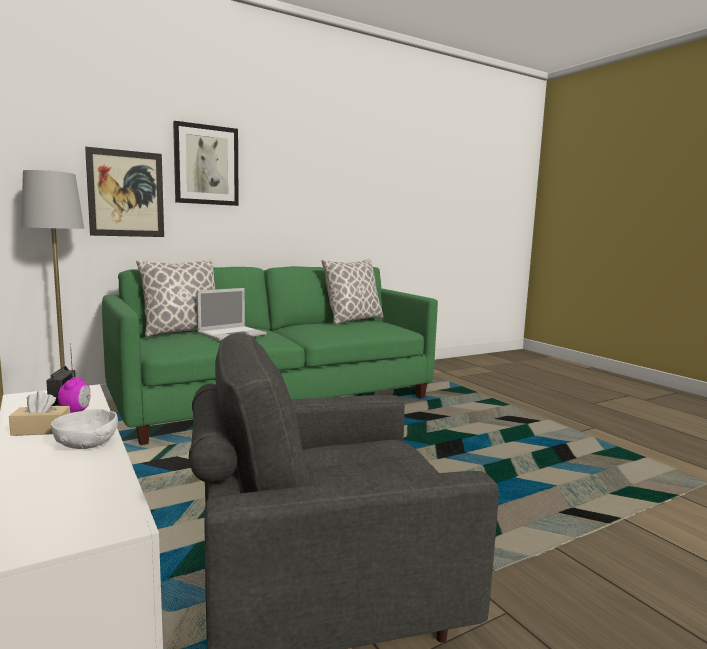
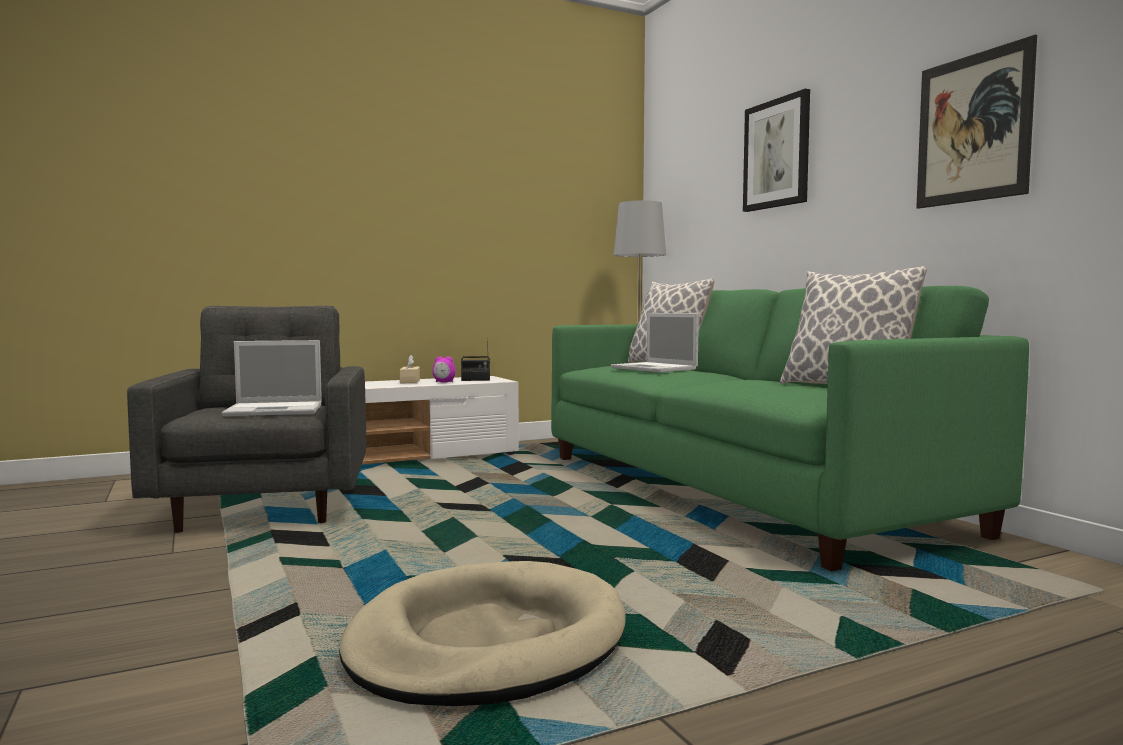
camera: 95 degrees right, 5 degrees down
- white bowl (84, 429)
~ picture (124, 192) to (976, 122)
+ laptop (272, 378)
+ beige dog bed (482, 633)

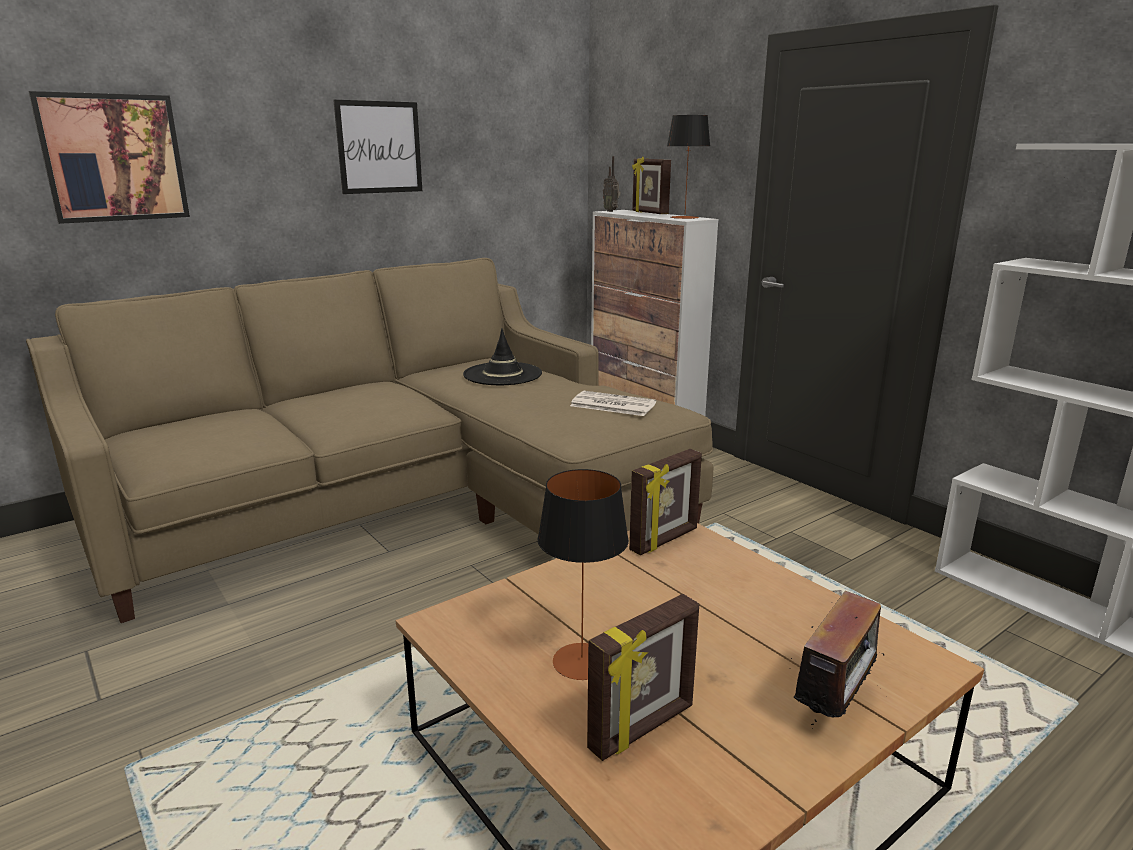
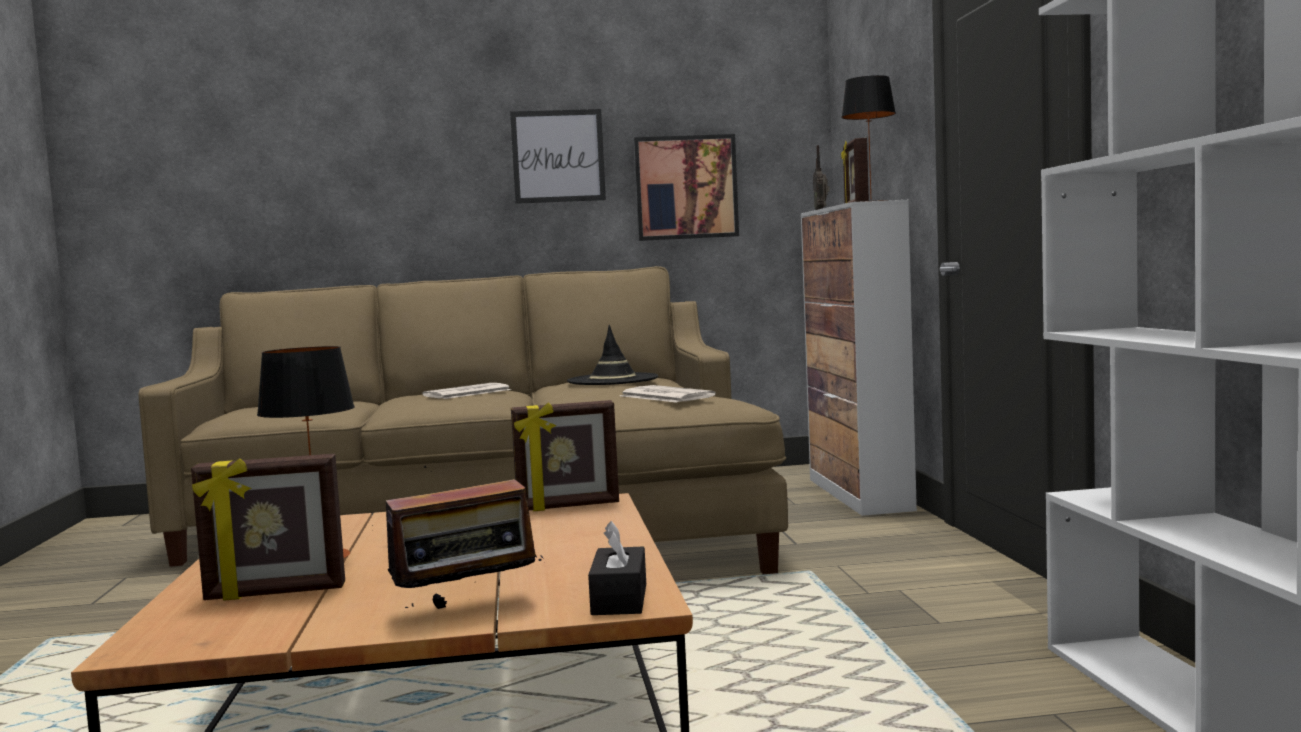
camera: 30 degrees right, 15 degrees down
~ picture (109, 157) to (686, 187)
+ newspaper (467, 391)
+ black tissue box (617, 568)

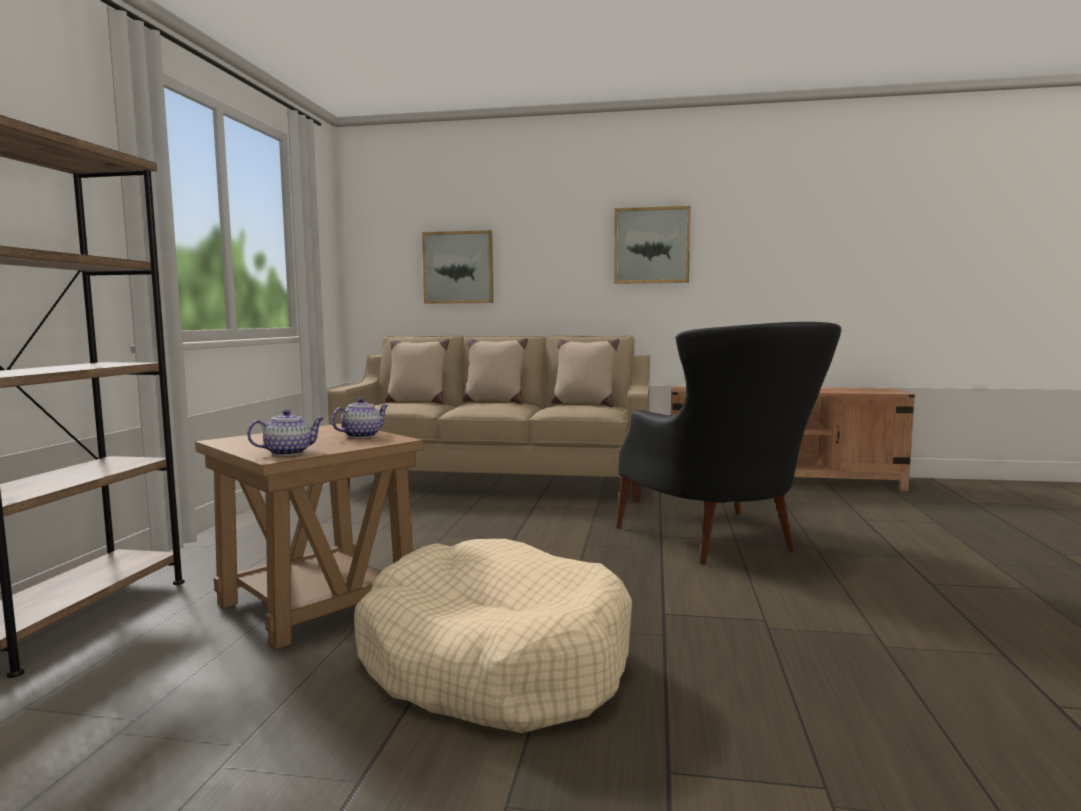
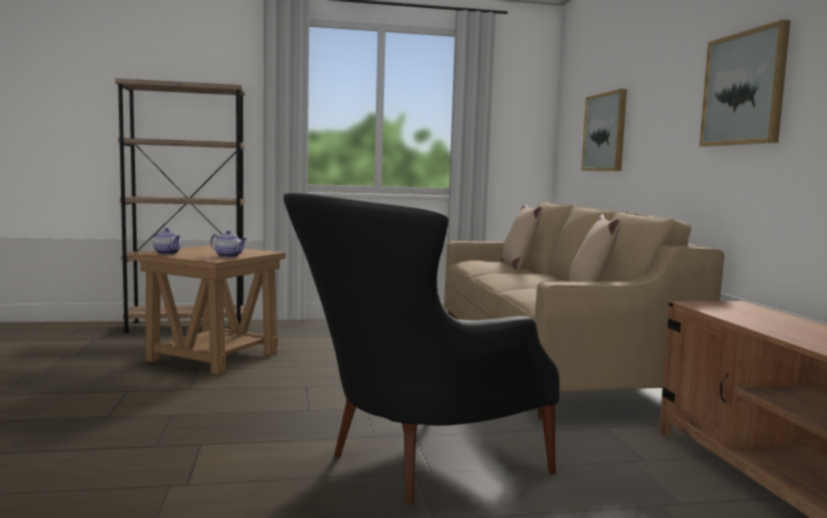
camera: 70 degrees right, 0 degrees up
- beige dog bed (493, 636)
- beige pillow (495, 371)

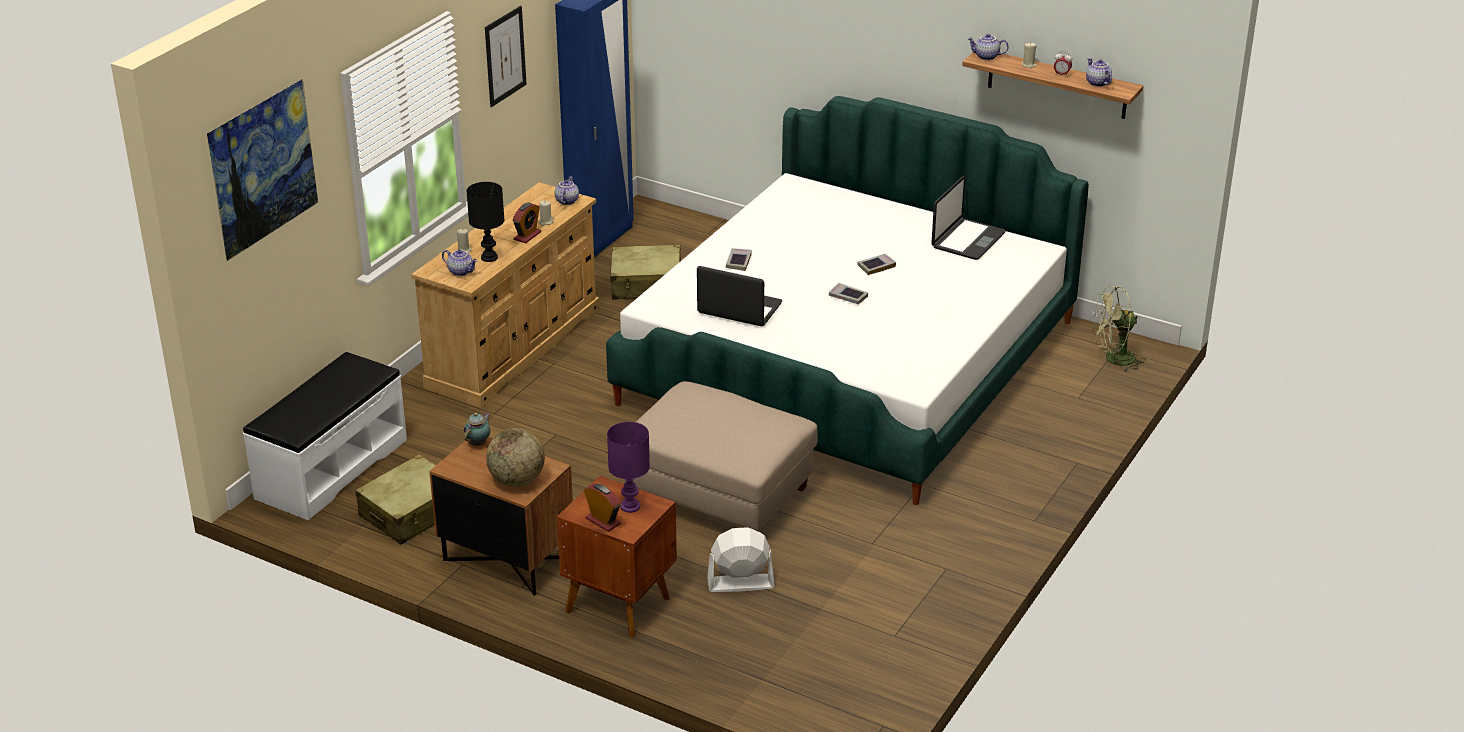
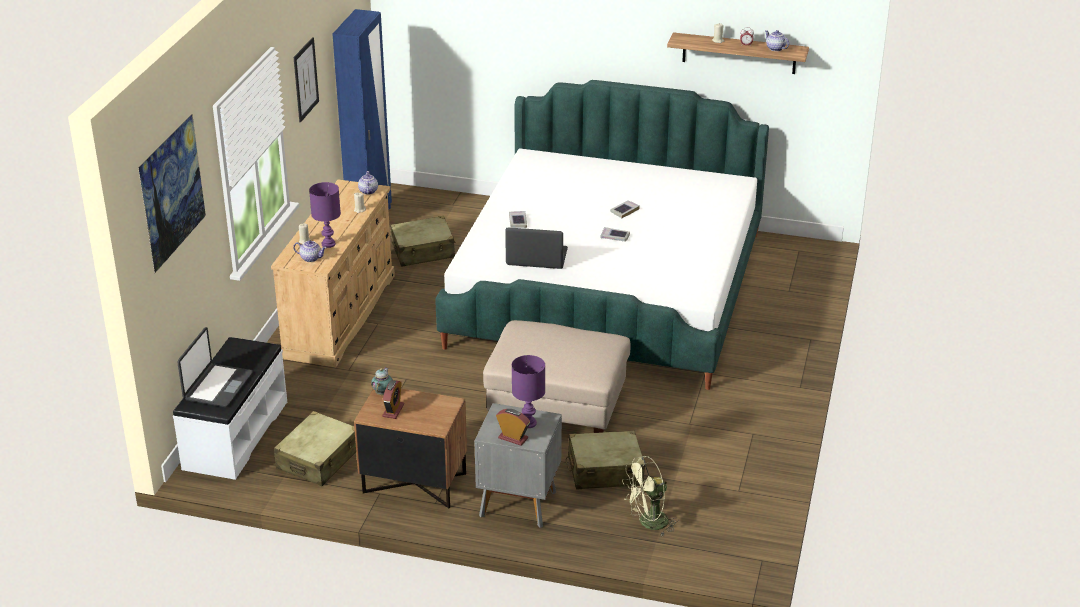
camera: 15 degrees left, 0 degrees up
~ black table lamp (485, 222) to purple table lamp (325, 215)
- globe (515, 457)
~ alarm clock (526, 222) to (393, 399)
~ brown nightstand (617, 557) to grey nightstand (518, 465)
~ white fan (741, 559) to beige suitcase (605, 459)
~ laptop (968, 218) to (215, 367)
- teapot (988, 47)
~ green fan (1119, 329) to (650, 496)

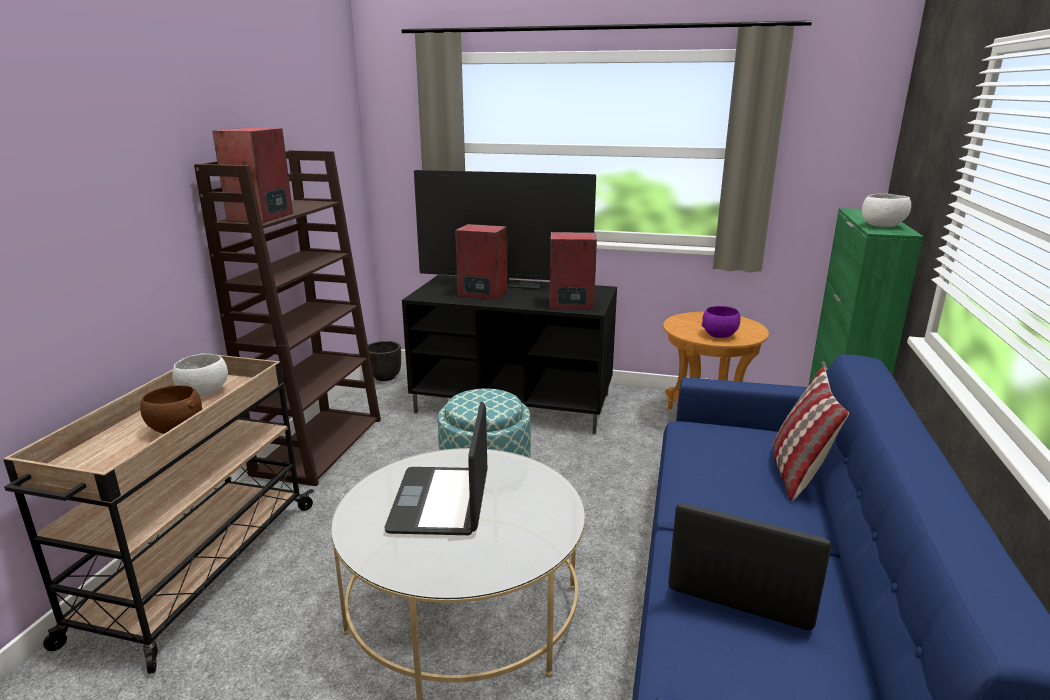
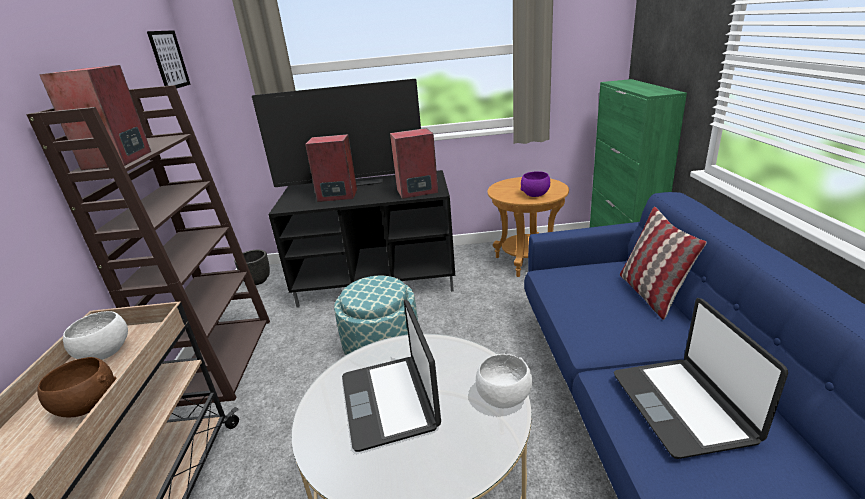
camera: 15 degrees left, 5 degrees up
~ laptop (749, 566) = (701, 378) 105 degrees counterclockwise
~ white bowl (886, 210) to (504, 381)
+ picture (169, 59)

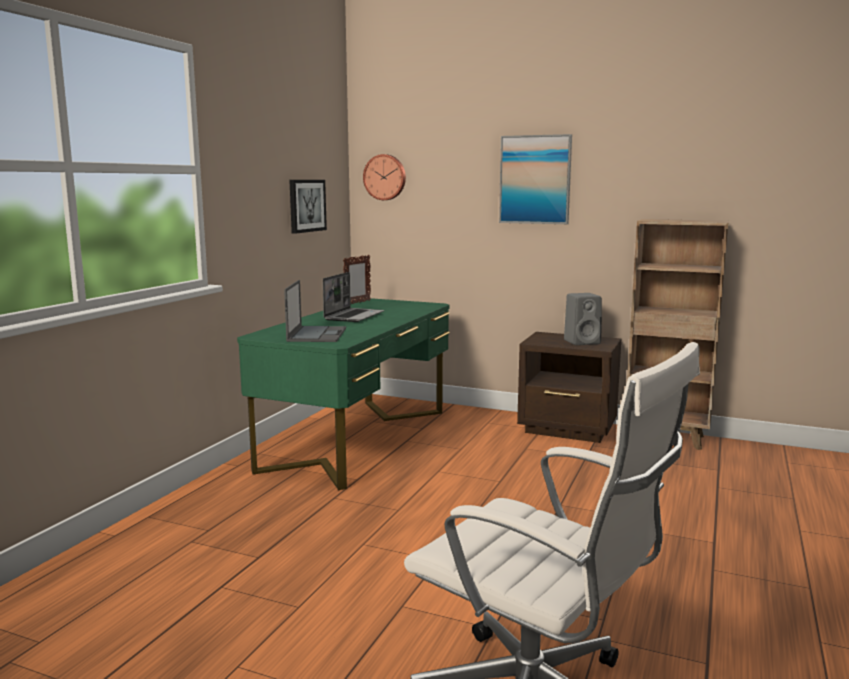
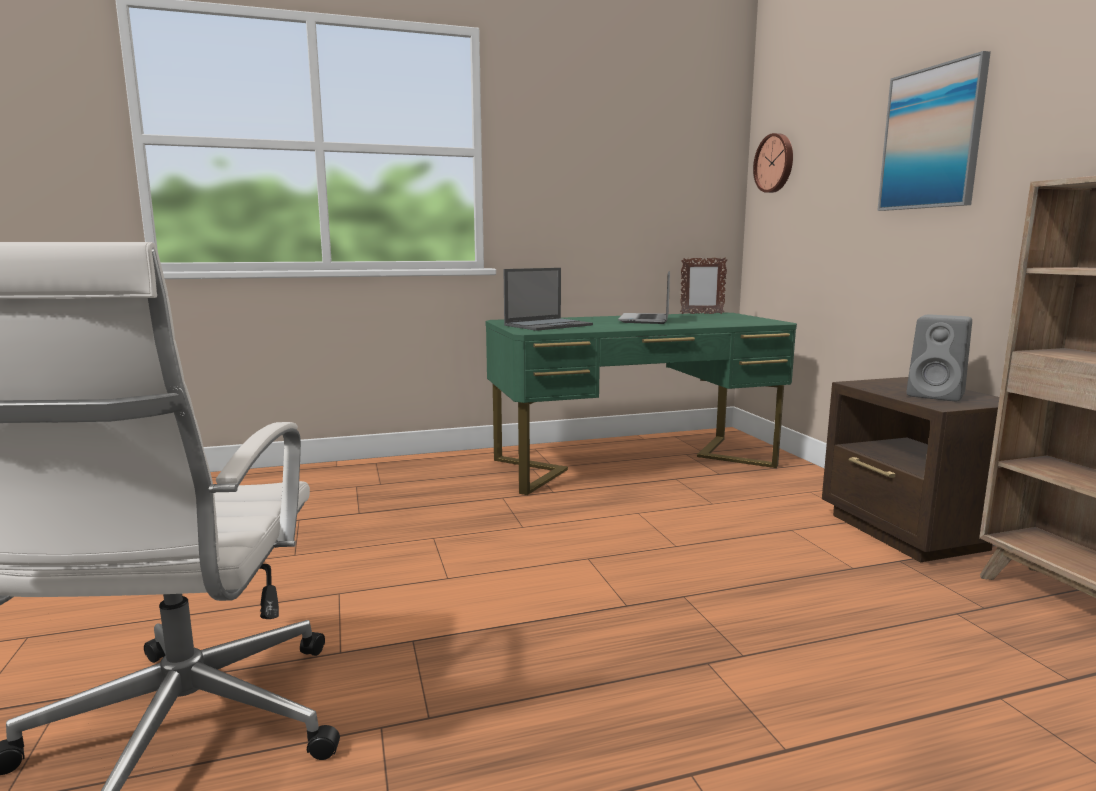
camera: 50 degrees right, 0 degrees up
- picture (308, 207)
~ laptop (353, 297) = (644, 297) 120 degrees clockwise

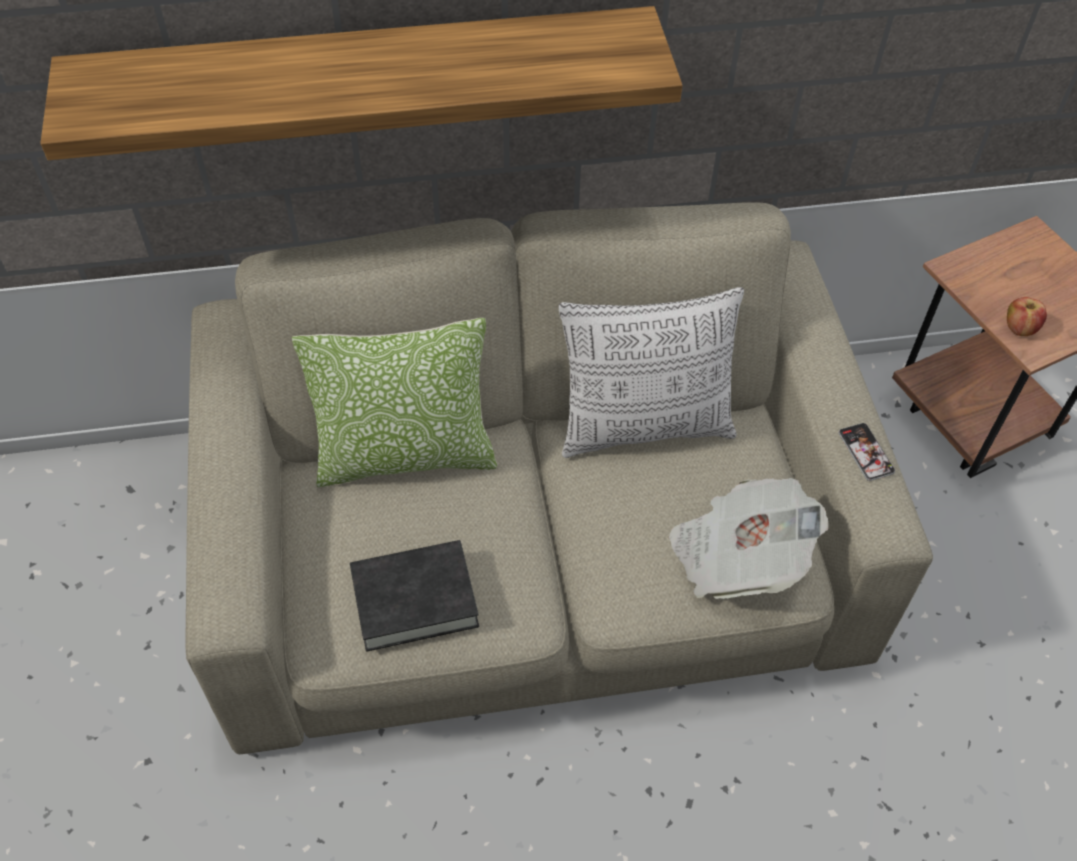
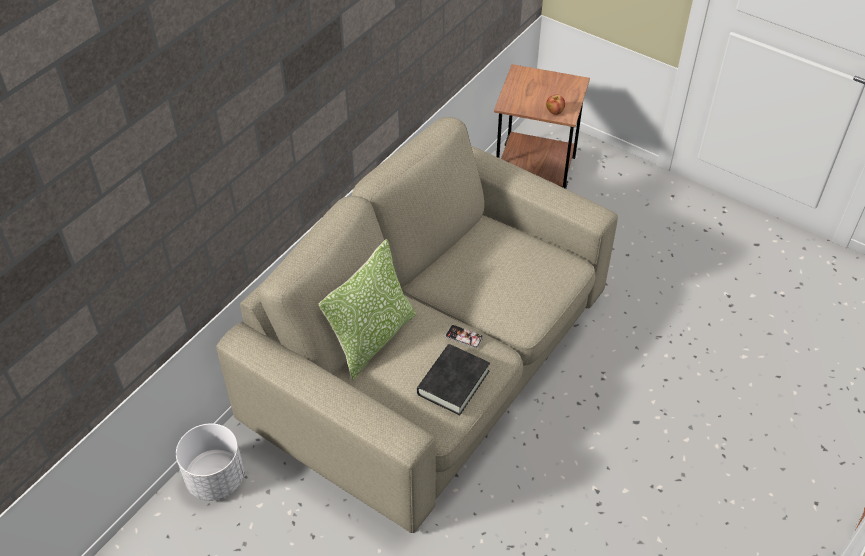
camera: 45 degrees left, 5 degrees down
- shelf (361, 83)
- pillow (651, 372)
- newspaper (749, 538)
~ phone (866, 452) to (464, 336)
+ white planter (210, 462)

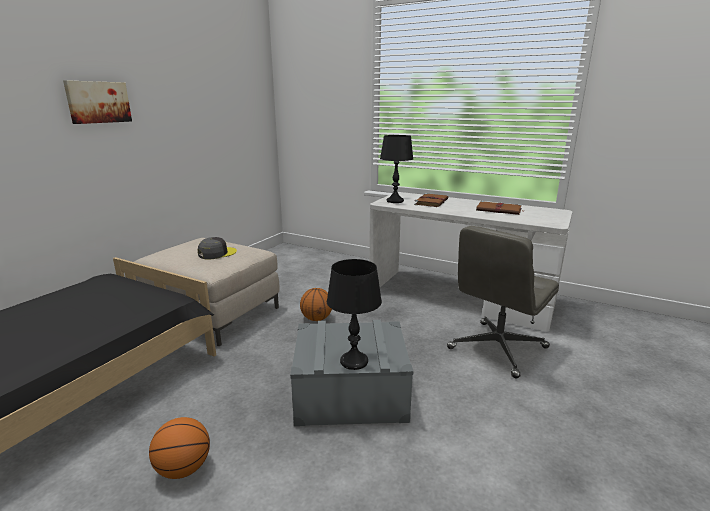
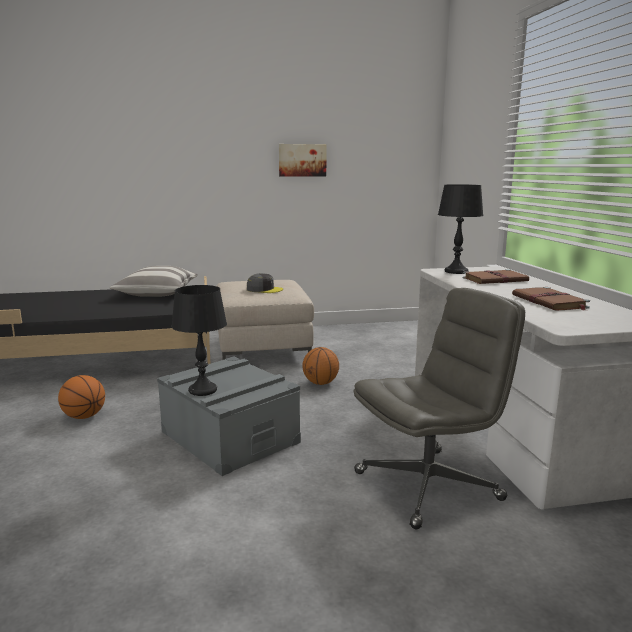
camera: 50 degrees right, 5 degrees down
~ picture (97, 102) to (303, 160)
~ grey office chair (503, 302) = (439, 408) 150 degrees clockwise
+ pillow (153, 281)

